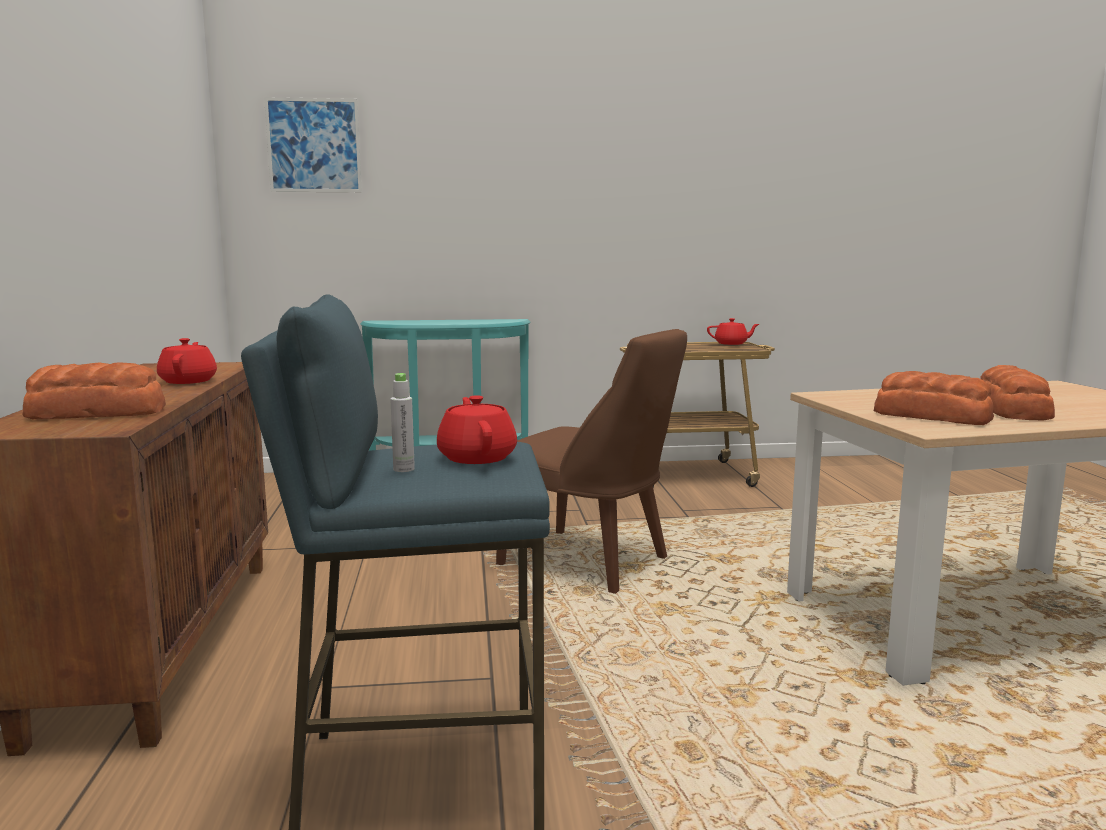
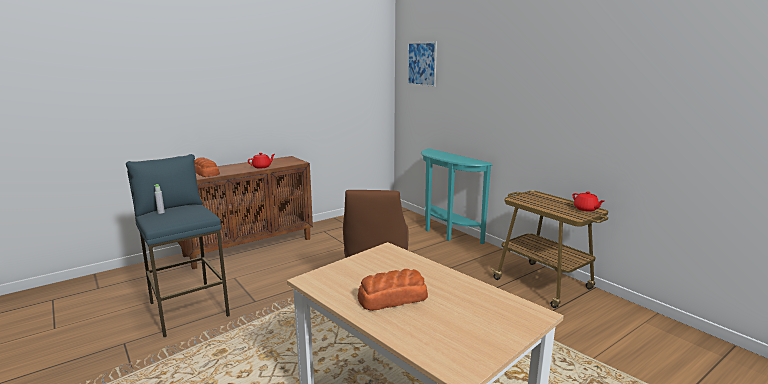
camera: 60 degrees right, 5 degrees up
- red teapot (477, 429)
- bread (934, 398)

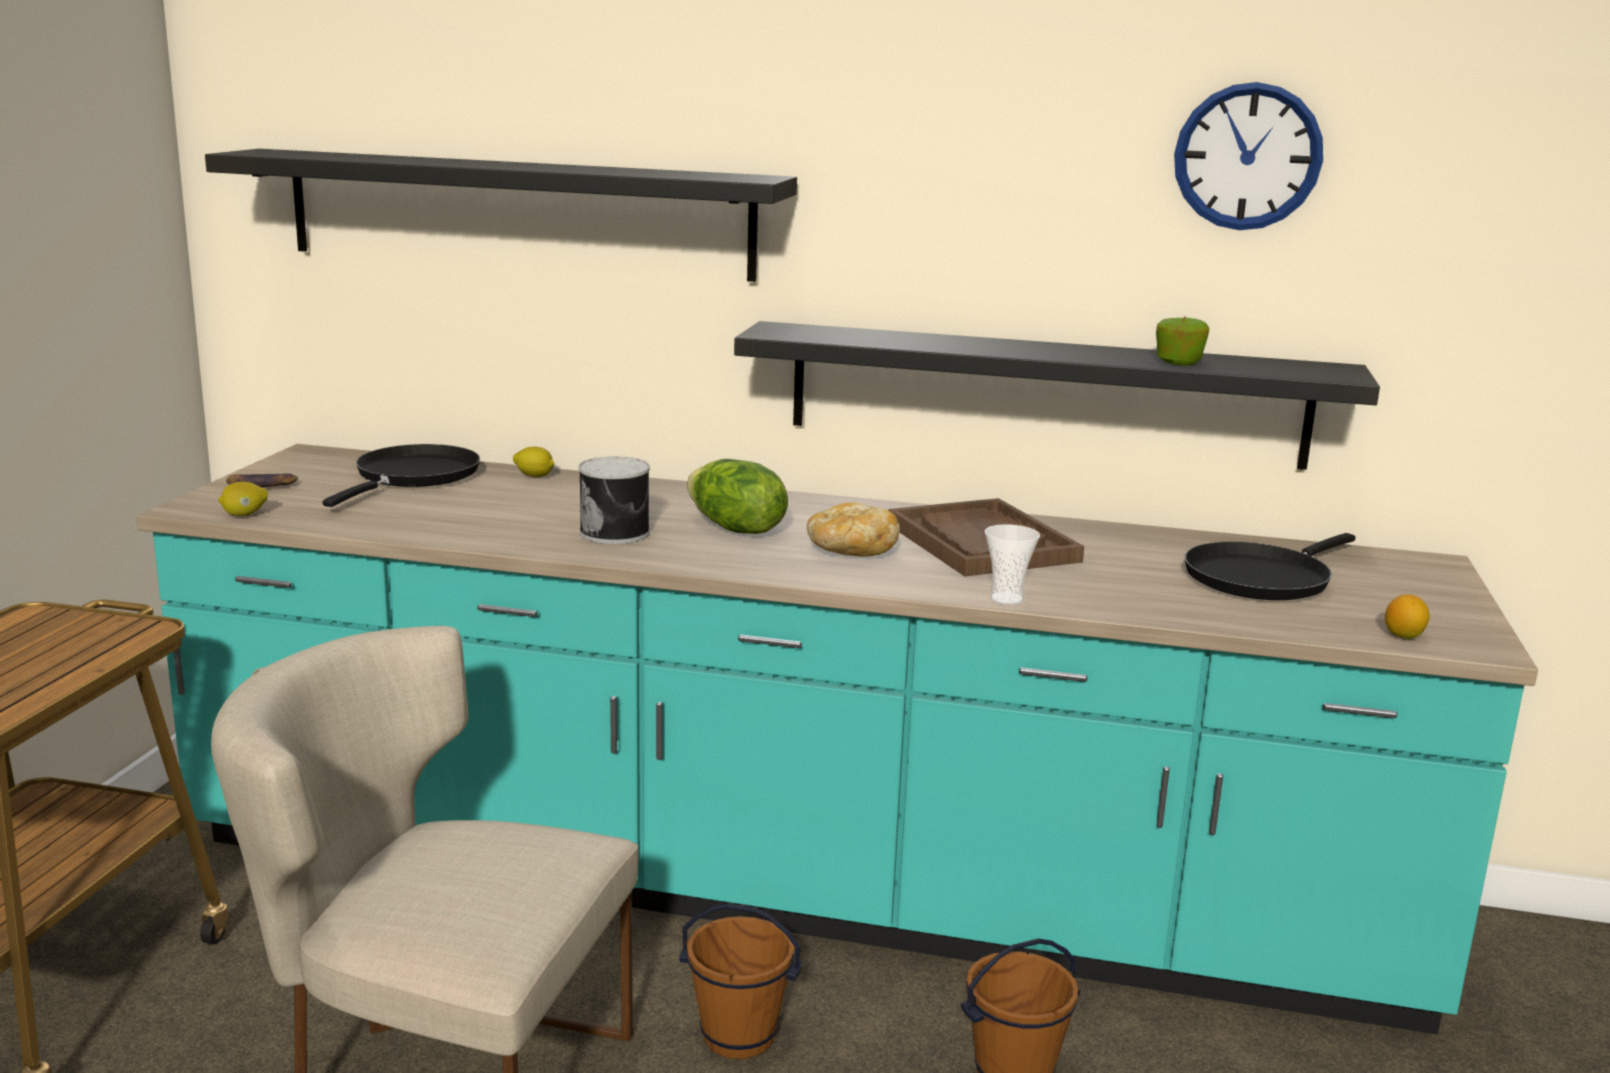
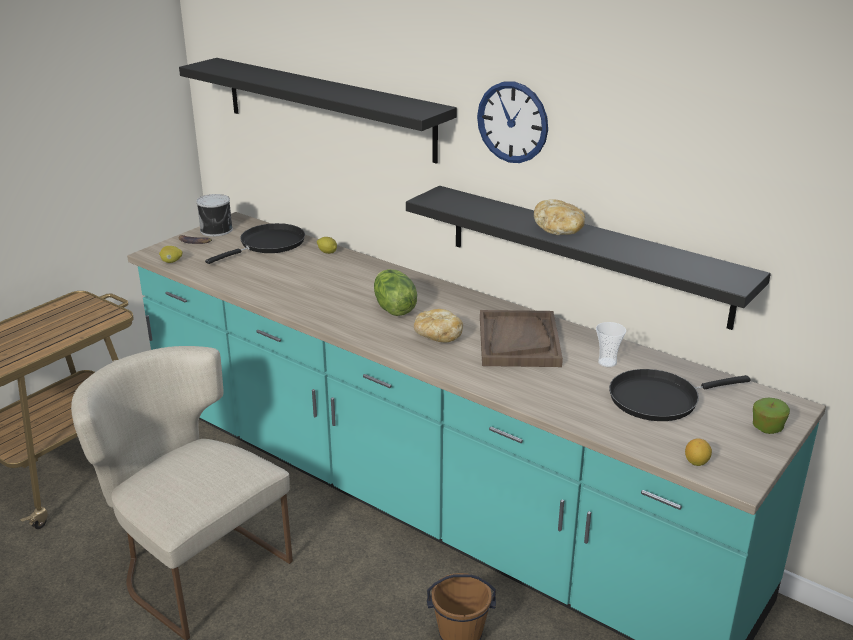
camera: 25 degrees right, 10 degrees up
~ can (614, 500) to (214, 215)
- brown bucket (740, 981)
~ cup (1012, 564) to (611, 344)
~ apple (1182, 340) to (771, 416)
~ wall clock (1248, 156) to (512, 122)
+ bread (559, 217)

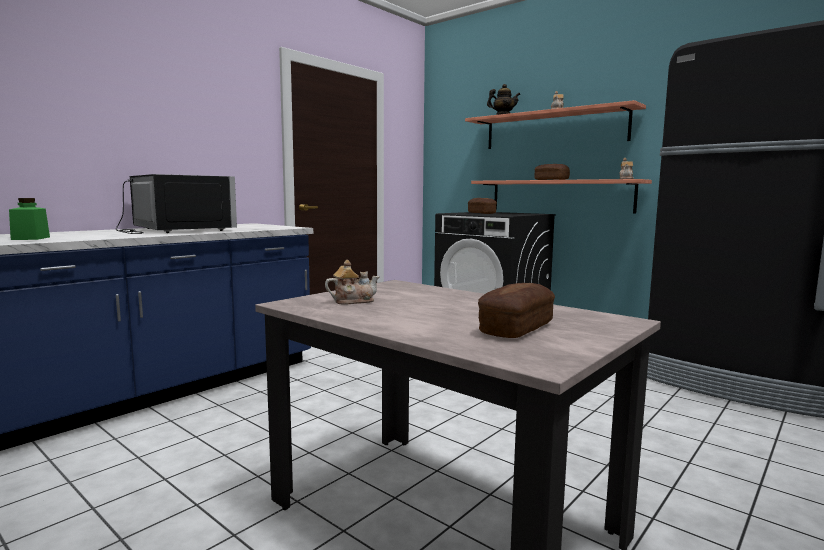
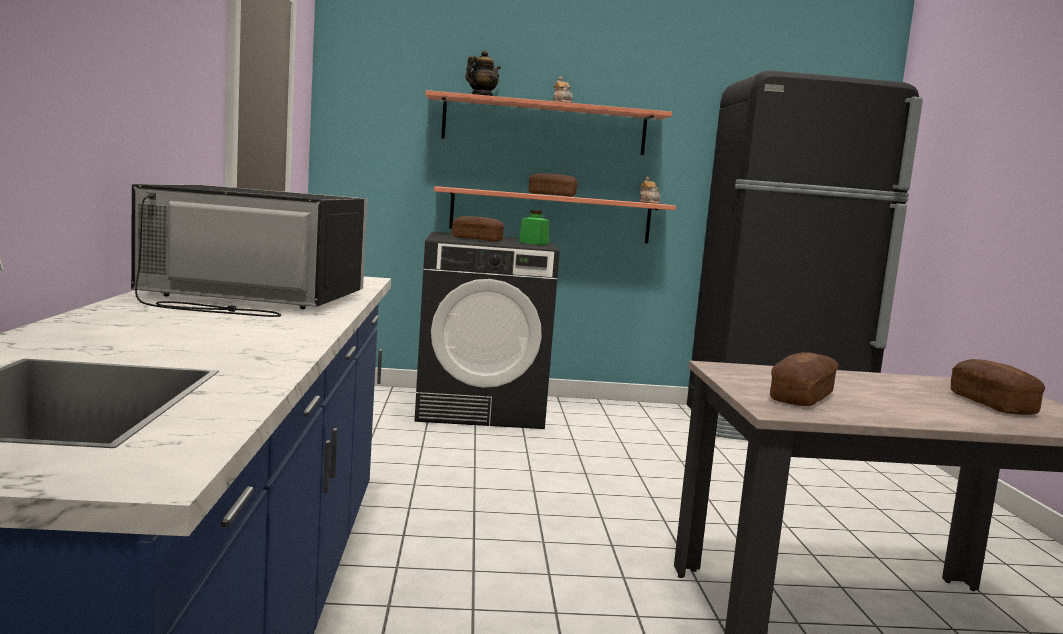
camera: 45 degrees left, 0 degrees up
~ green jar (29, 219) to (534, 227)
~ teapot (352, 282) to bread (804, 379)

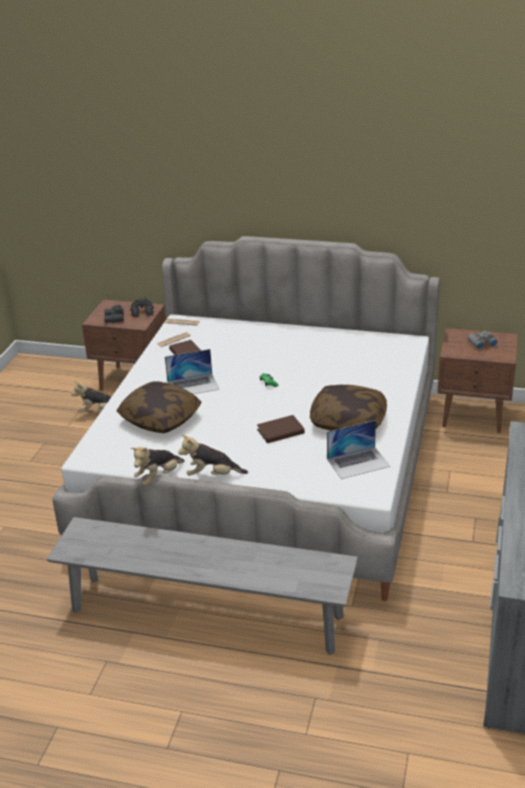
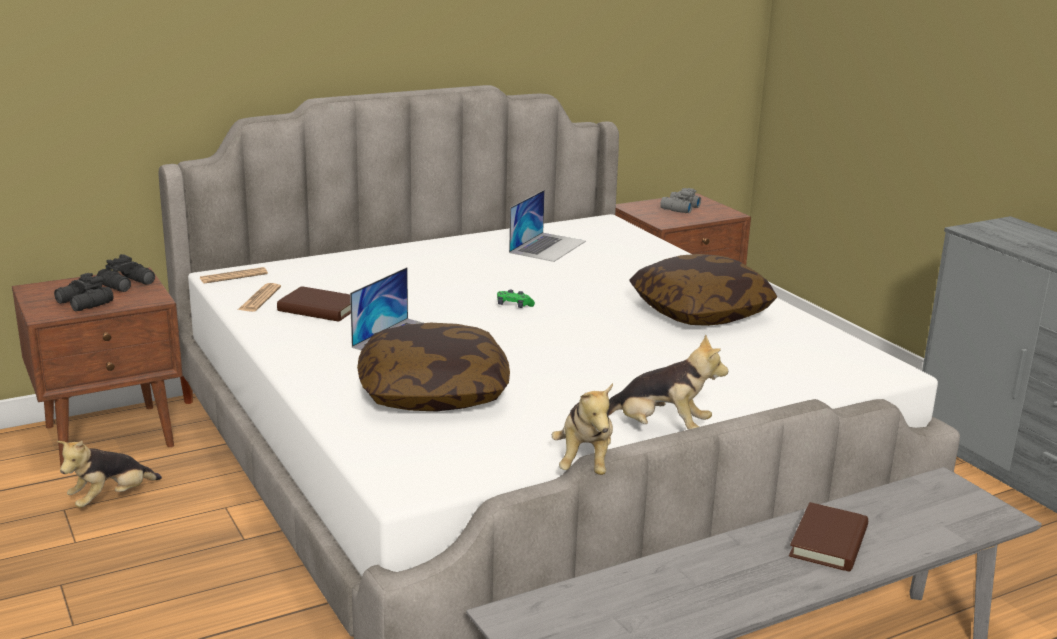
camera: 45 degrees left, 10 degrees down
~ plush toy (213, 455) = (667, 382) 120 degrees counterclockwise
~ brown book (281, 429) to (828, 537)
~ laptop (358, 449) to (547, 226)

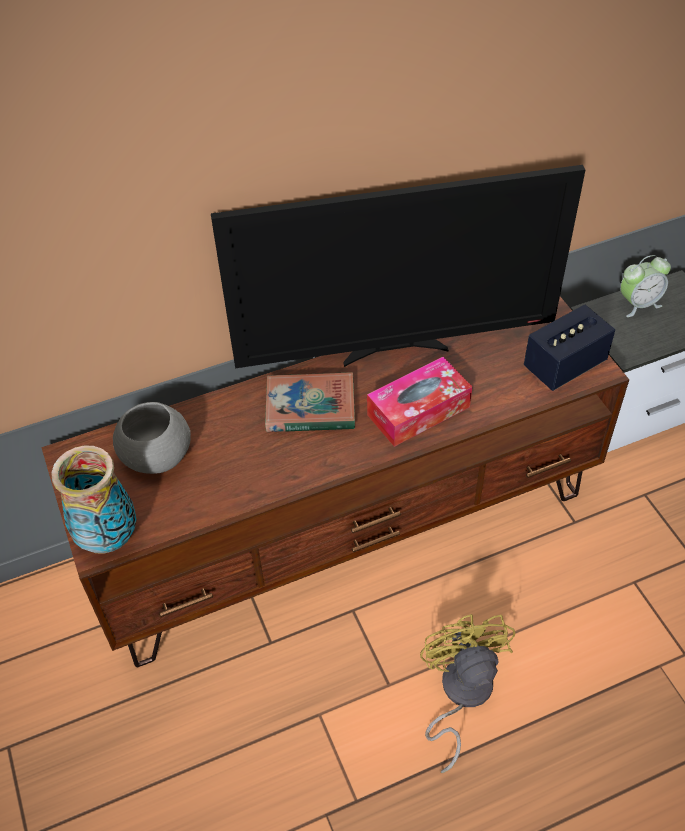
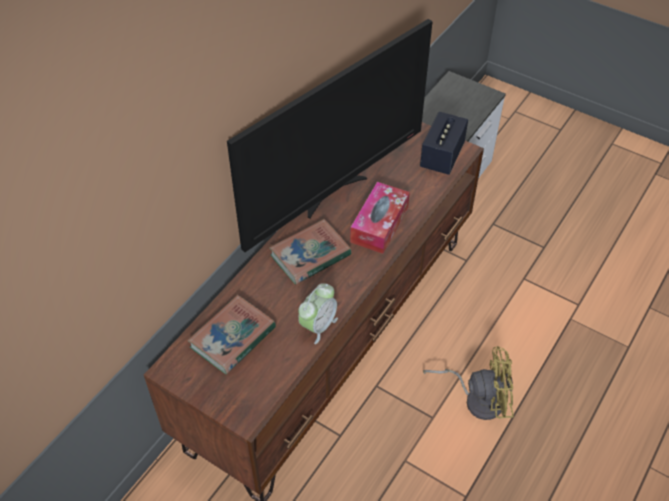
camera: 35 degrees left, 0 degrees up
- vase (94, 500)
~ grey bowl (152, 438) to book (232, 334)
~ yellow fan (467, 693) = (468, 383) 135 degrees clockwise
~ alarm clock (645, 286) to (318, 313)

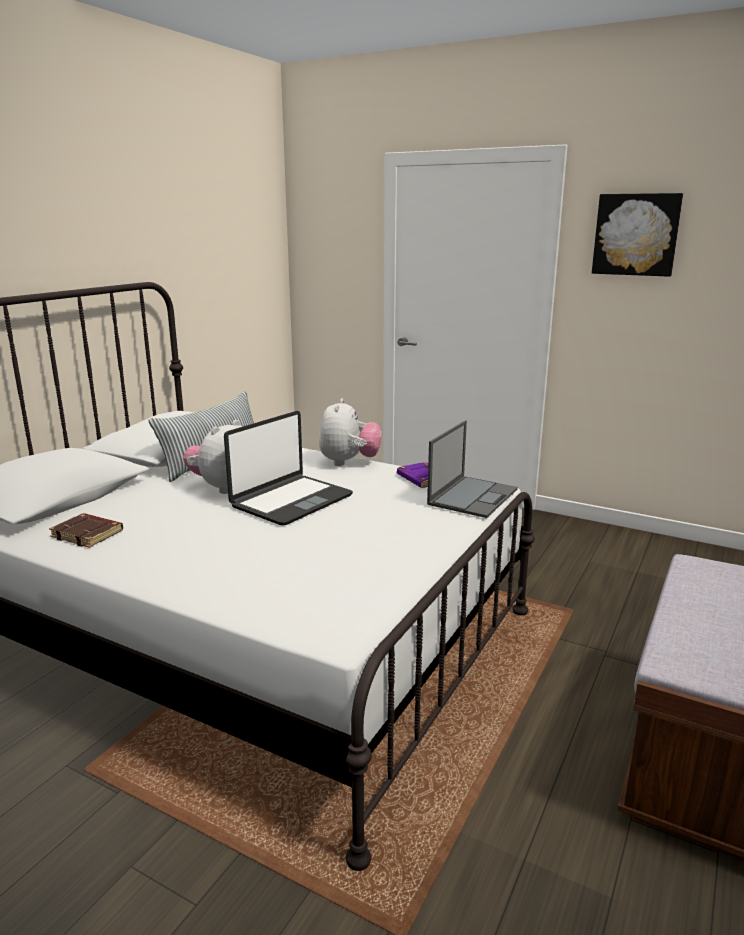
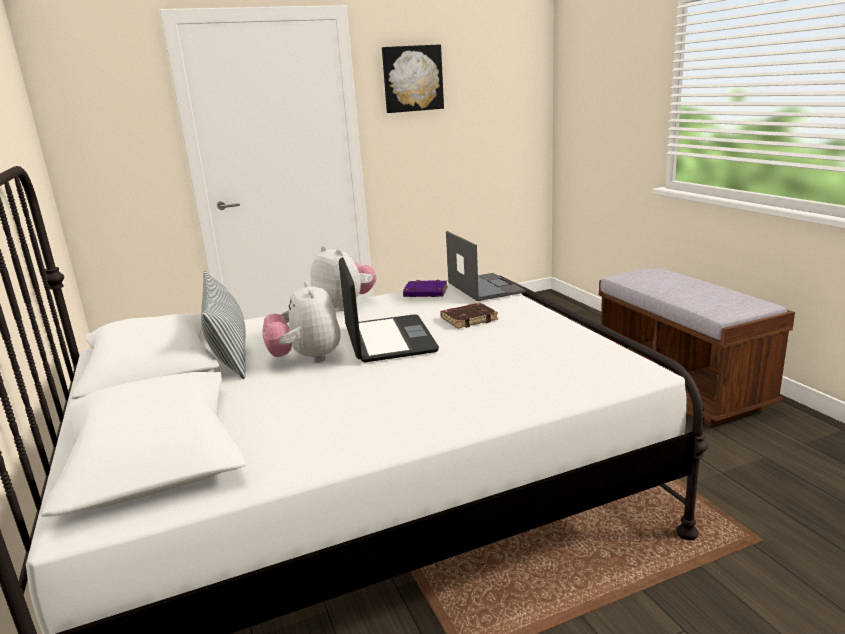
camera: 50 degrees left, 0 degrees up
~ brown book (86, 530) to (469, 316)

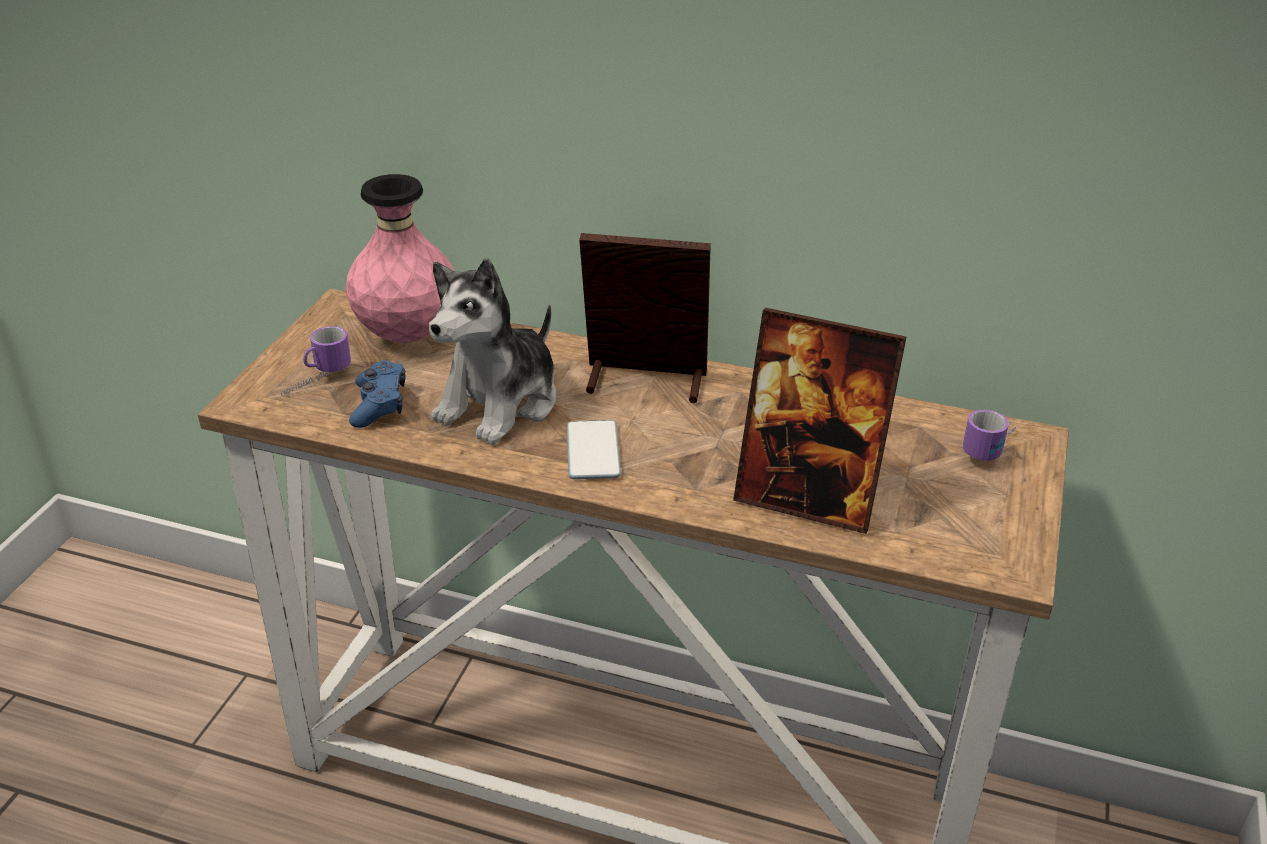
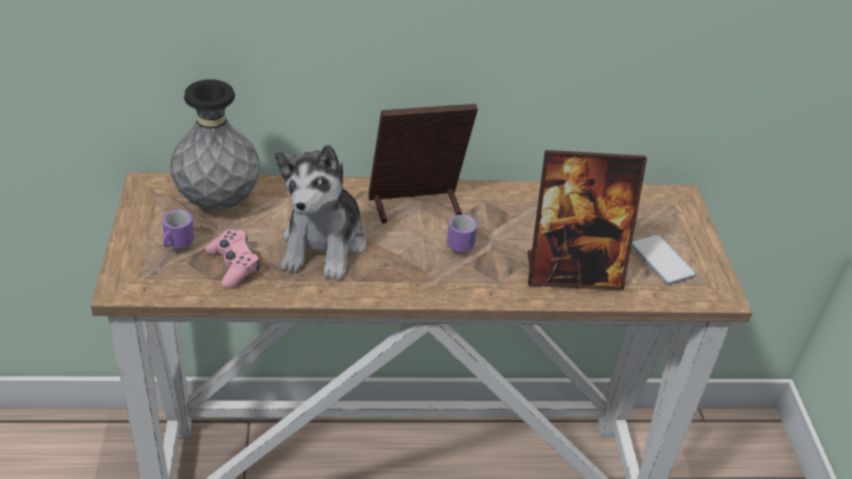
camera: 25 degrees left, 5 degrees up
~ pink vase (399, 258) to grey vase (215, 145)
~ blue game controller (377, 394) to pink game controller (232, 259)
~ phone (594, 449) to (664, 259)
~ mug (989, 435) to (462, 233)

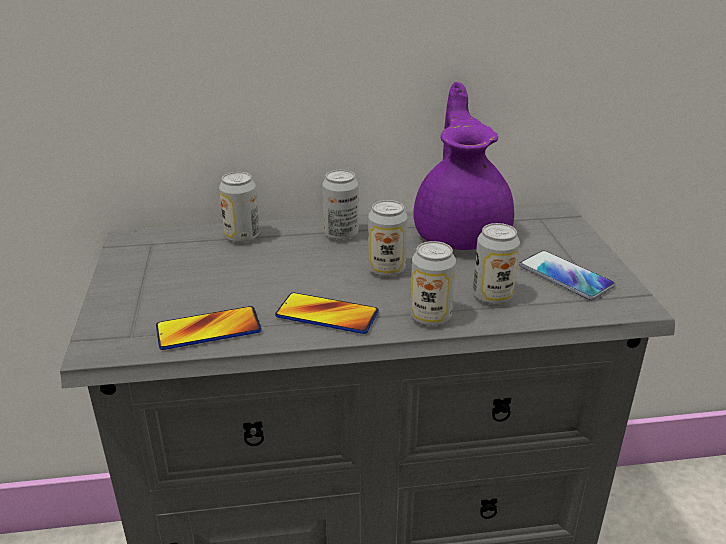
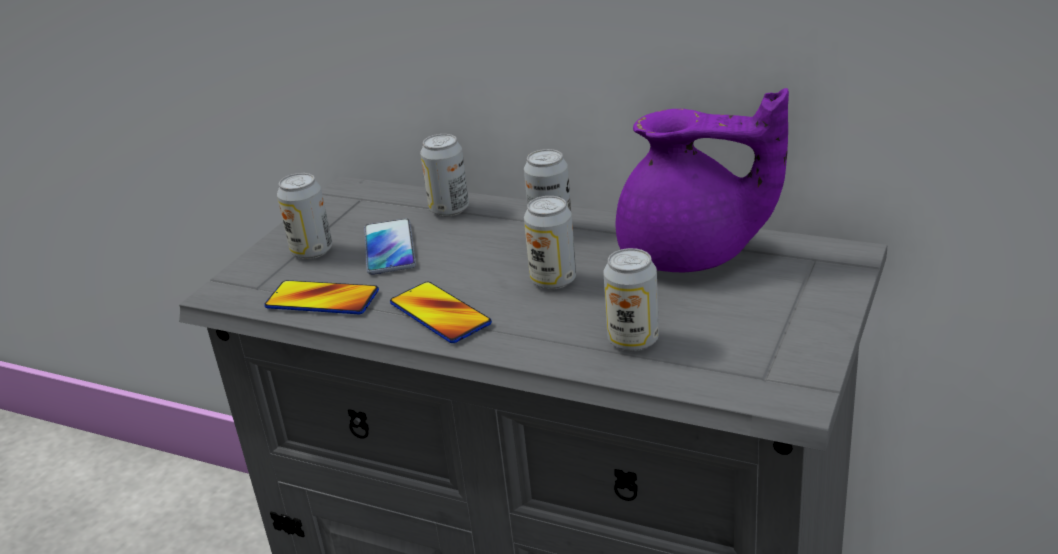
camera: 35 degrees right, 0 degrees up
~ can (433, 283) to (304, 216)
~ purple teapot (464, 166) = (702, 180) 75 degrees clockwise
~ phone (567, 275) to (390, 247)

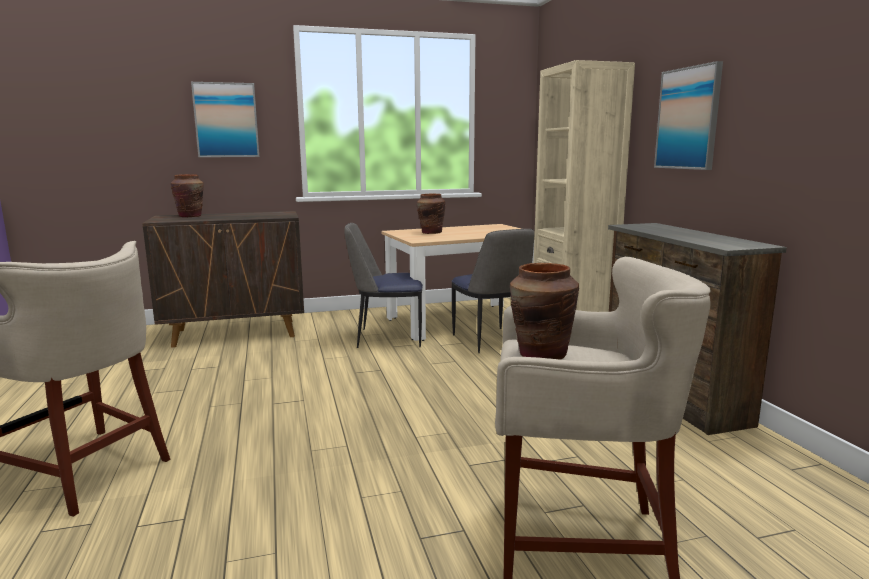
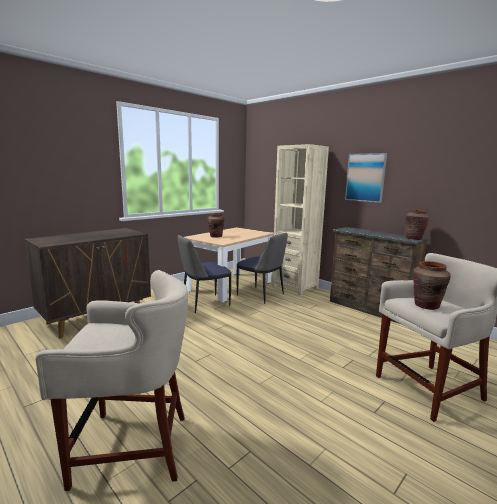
camera: 30 degrees left, 0 degrees up
~ brown vase (187, 195) to (417, 224)
- picture (225, 119)

